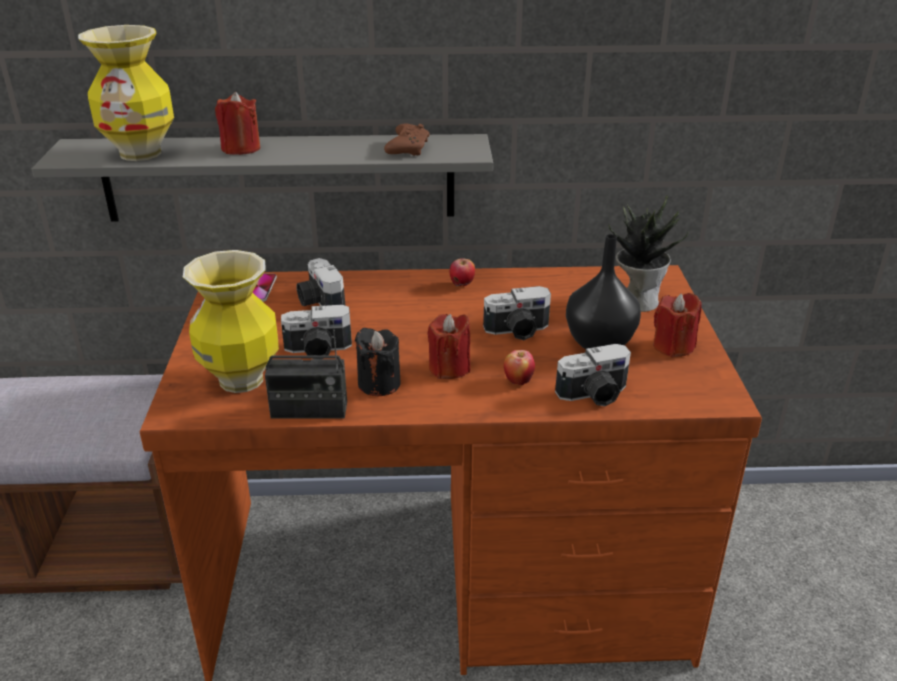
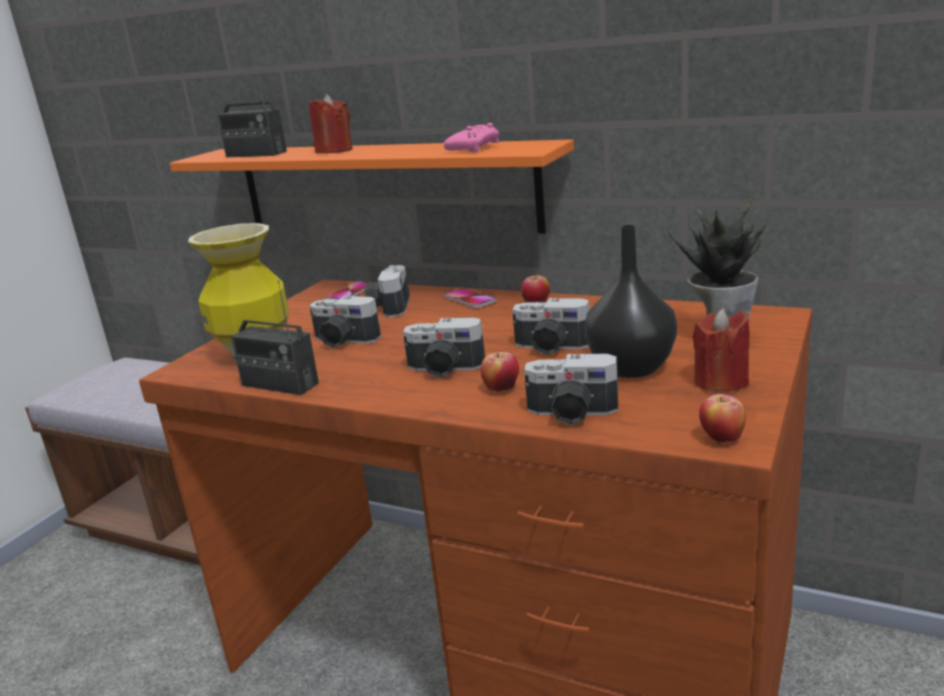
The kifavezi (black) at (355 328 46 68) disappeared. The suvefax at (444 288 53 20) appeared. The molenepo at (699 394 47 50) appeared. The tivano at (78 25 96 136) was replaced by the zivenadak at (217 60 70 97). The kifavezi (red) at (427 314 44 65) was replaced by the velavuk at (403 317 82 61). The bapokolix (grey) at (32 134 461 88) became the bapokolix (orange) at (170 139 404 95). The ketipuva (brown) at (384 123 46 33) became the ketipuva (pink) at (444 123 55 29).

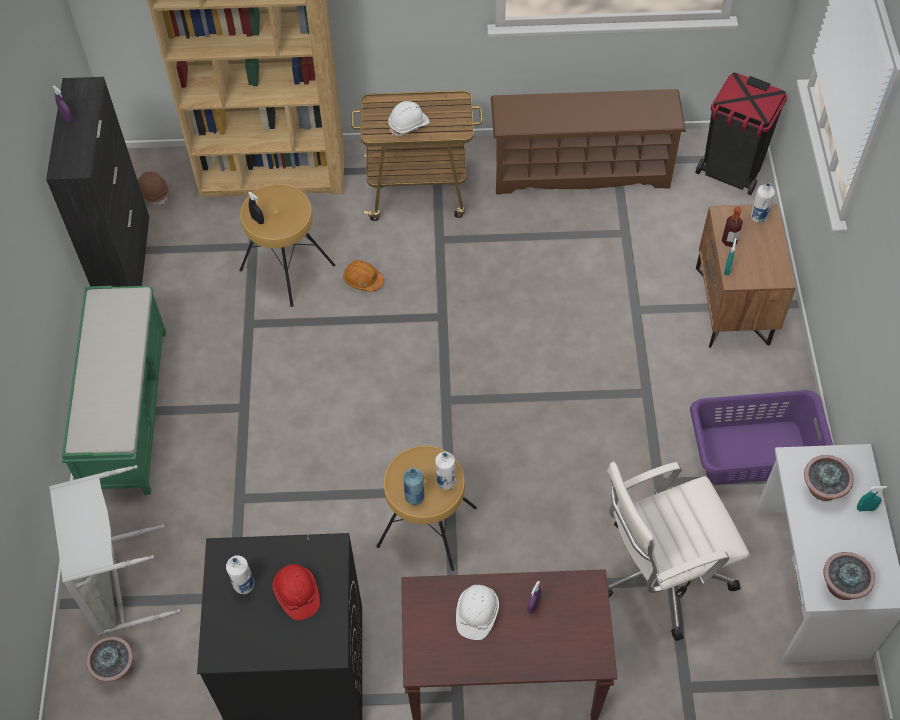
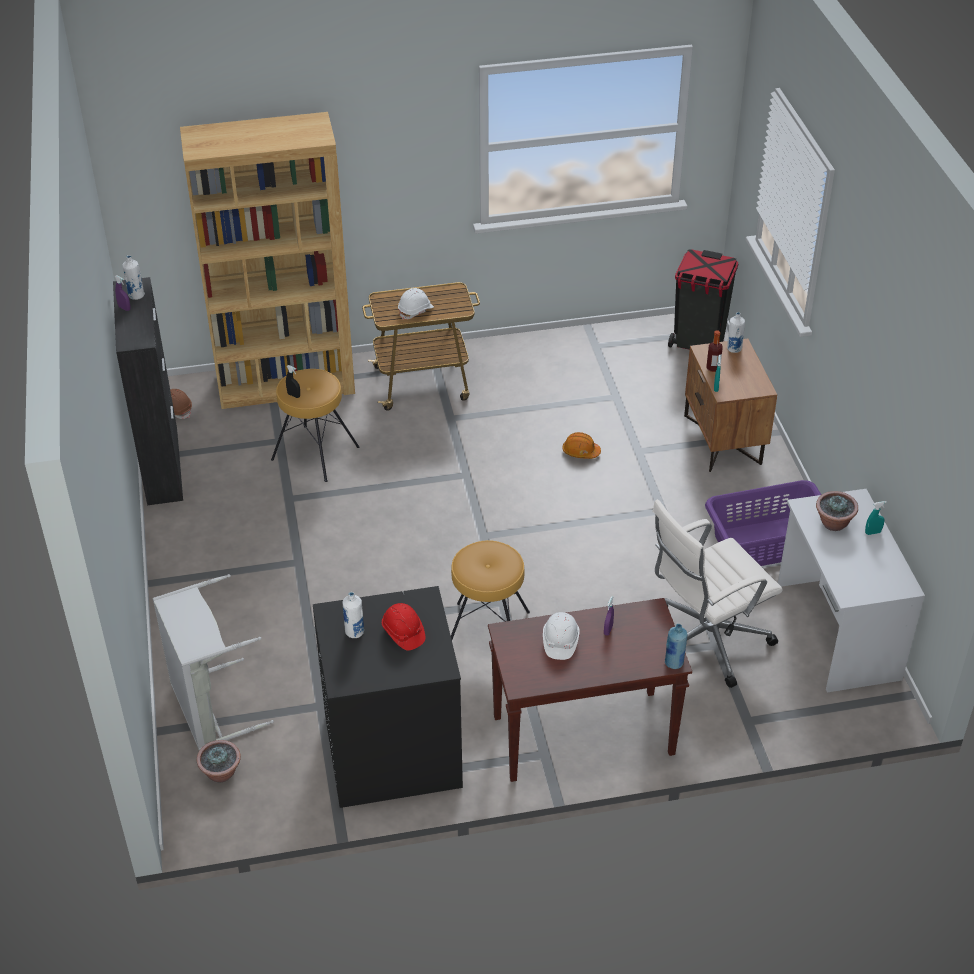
The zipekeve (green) at (62 286 104 209) disappeared. The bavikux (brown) at (491 89 195 106) disappeared. The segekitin at (824 552 51 48) disappeared. The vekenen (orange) moved from (343 260 41 32) to (562 432 39 27). The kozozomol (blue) moved from (403 468 21 37) to (665 624 22 45). The kozozomol (white) moved from (435 452 21 38) to (122 255 23 45).

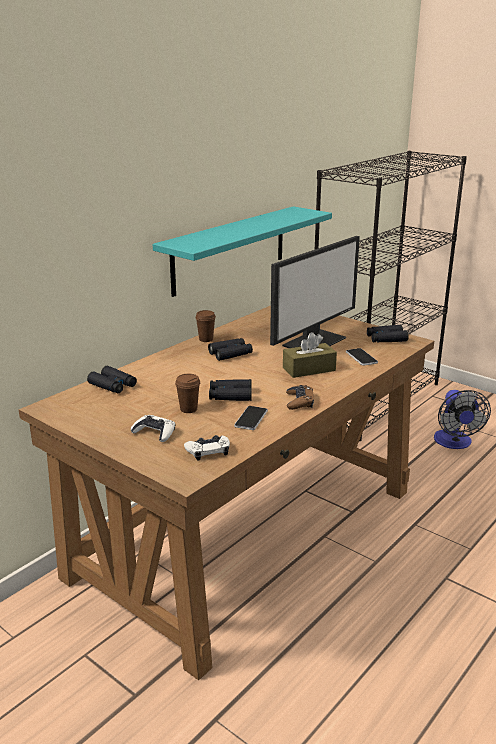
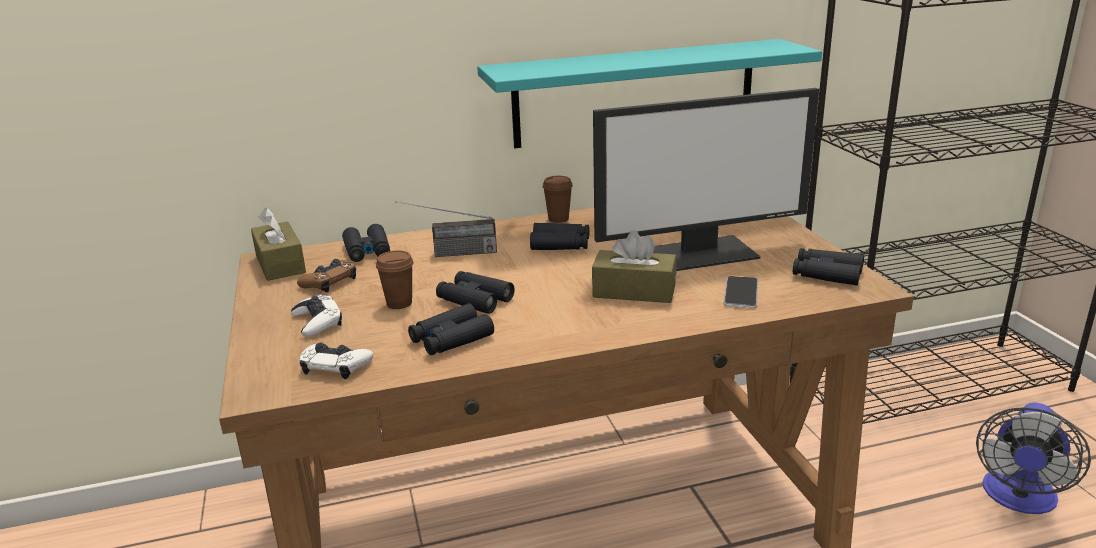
The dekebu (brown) at (251 208 55 73) appeared. The zivenadak at (395 201 102 56) appeared. The ketipuva (brown) moved from (286 385 28 25) to (297 259 59 33). The suvefax at (234 406 34 24) was replaced by the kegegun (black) at (408 303 86 52).

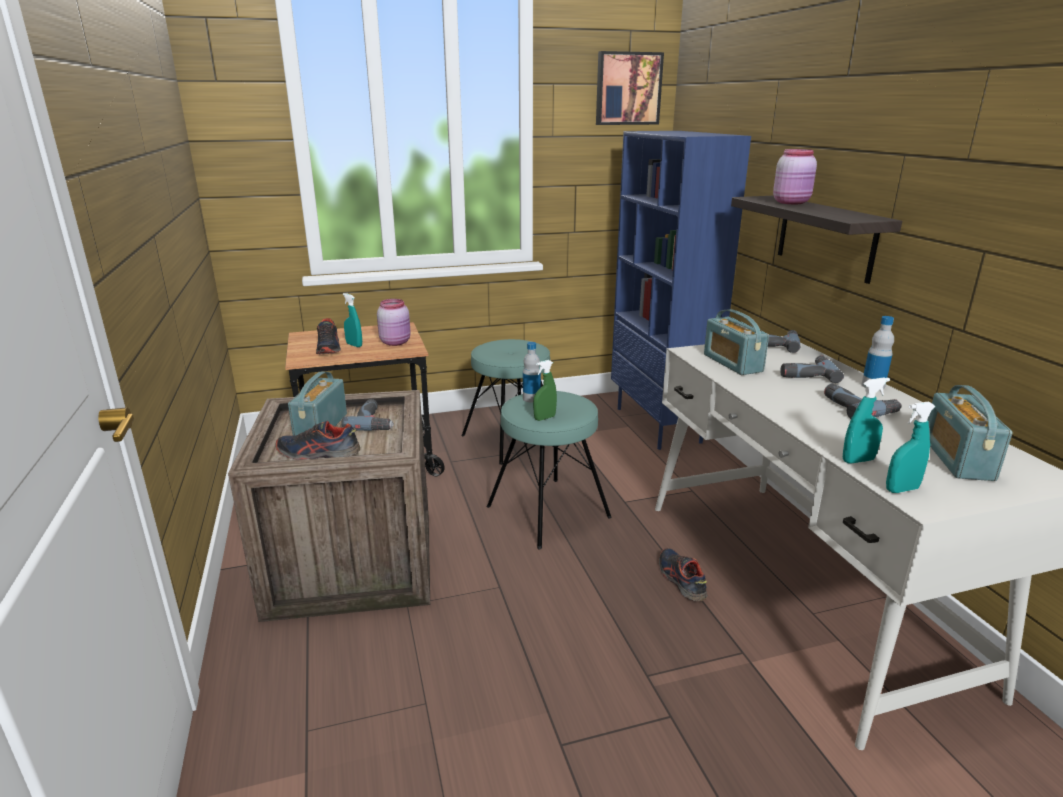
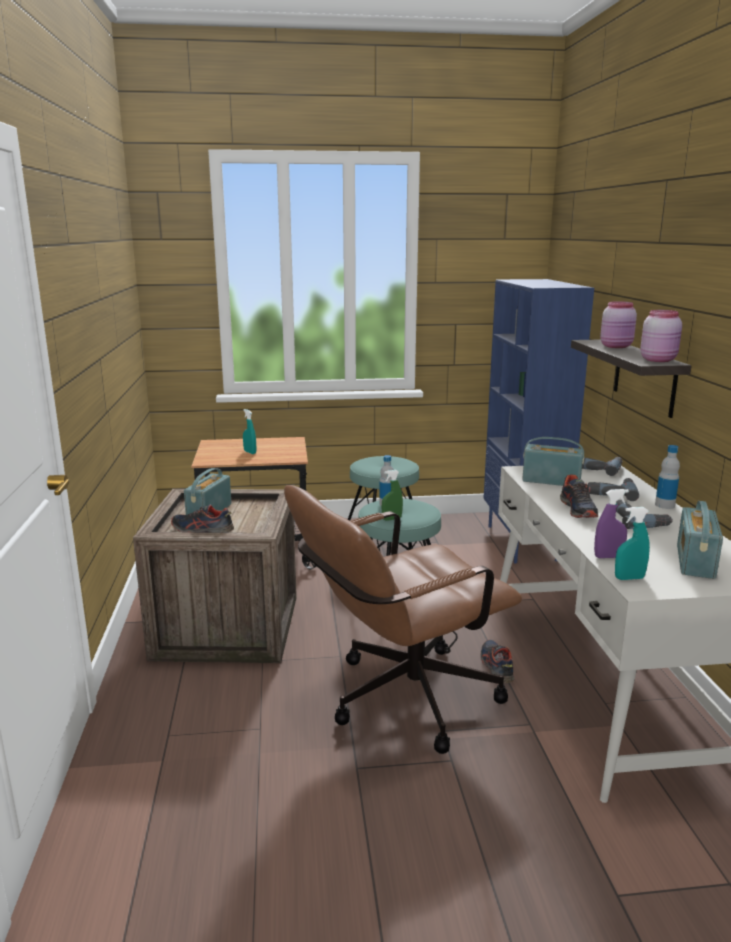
The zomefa at (341 399 53 32) disappeared. The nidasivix at (596 51 68 74) disappeared. The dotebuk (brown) at (284 485 238 269) appeared. The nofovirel moved from (316 318 25 36) to (560 475 38 43). The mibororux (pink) moved from (377 299 34 47) to (640 310 42 52). The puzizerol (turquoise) at (843 377 47 86) became the puzizerol (purple) at (594 489 35 69). The zivenadak at (704 309 65 66) turned 120 degrees clockwise.

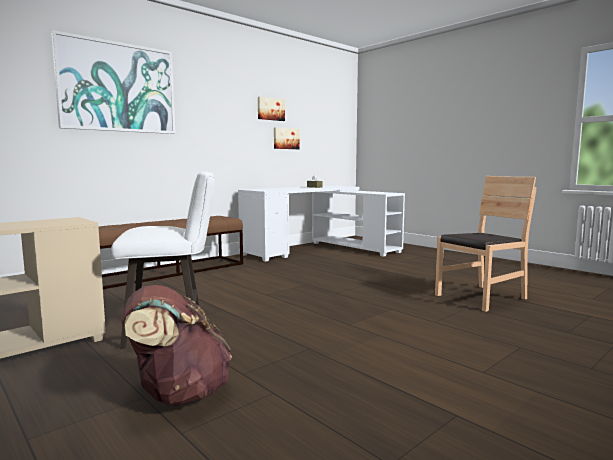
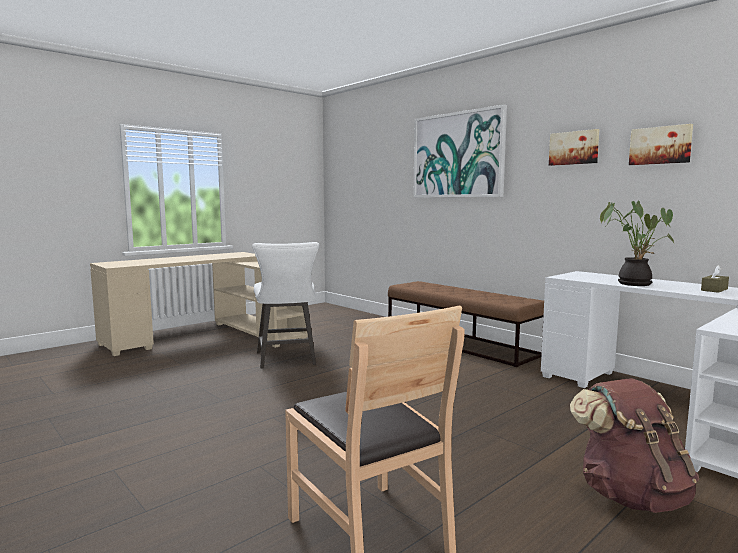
The segekitin at (600 201 74 85) appeared. The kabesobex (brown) moved from (121 285 111 121) to (570 378 129 135). The nidasivix moved from (274 127 25 22) to (549 129 51 37).

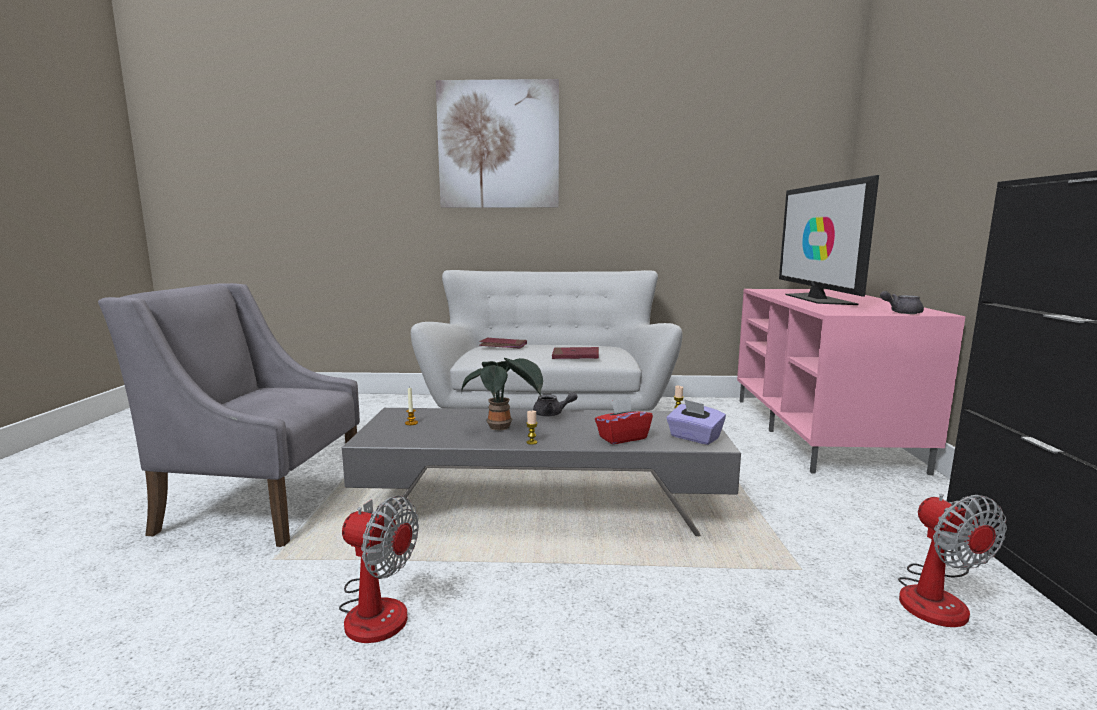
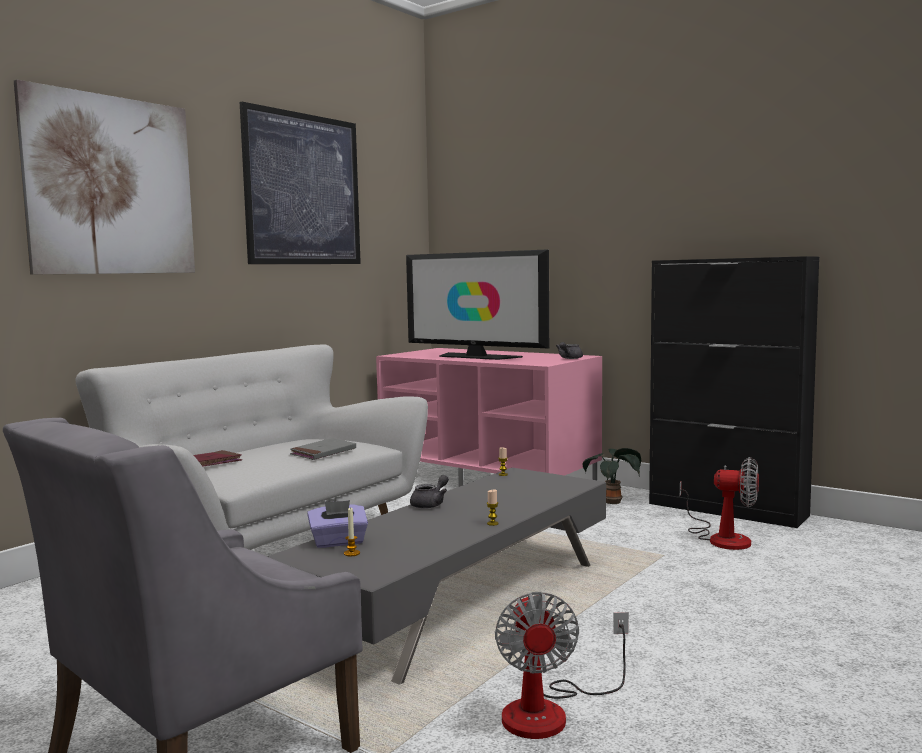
The dekebu (red) at (595 398 58 46) disappeared. The nidasivix at (240 102 121 162) appeared. The segekitin moved from (462 358 81 72) to (582 448 59 56). The dekebu (purple) moved from (667 399 59 46) to (307 500 61 48). The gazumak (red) at (552 347 47 12) became the gazumak (grey) at (290 438 66 22). The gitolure at (339 496 80 147) turned 120 degrees clockwise.

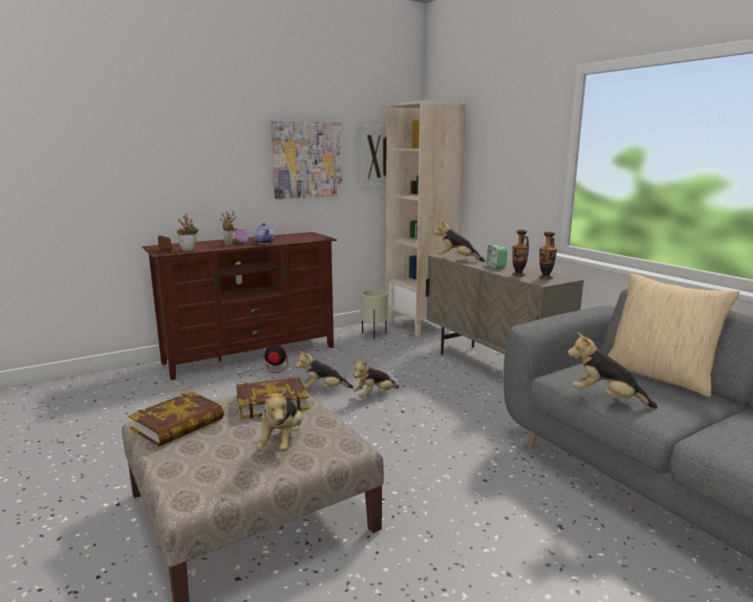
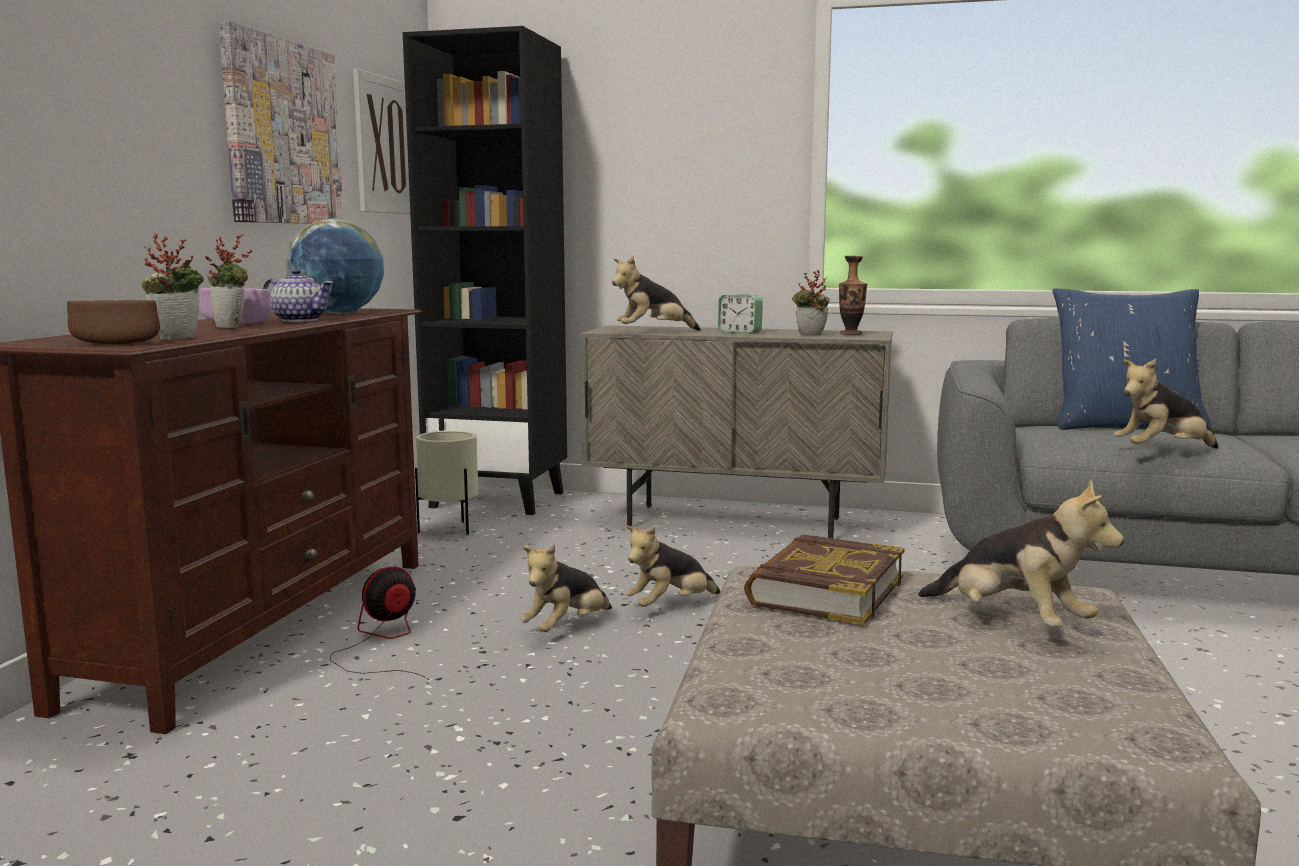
The gazumak at (128 391 96 55) disappeared. The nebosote at (286 218 98 96) appeared. The tivano at (512 230 17 47) was replaced by the segekitin at (792 270 38 66). The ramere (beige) at (386 101 80 236) became the ramere (black) at (403 26 164 489). The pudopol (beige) at (608 273 131 124) became the pudopol (blue) at (1053 288 158 142). The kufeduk at (353 360 46 38) turned 45 degrees clockwise.

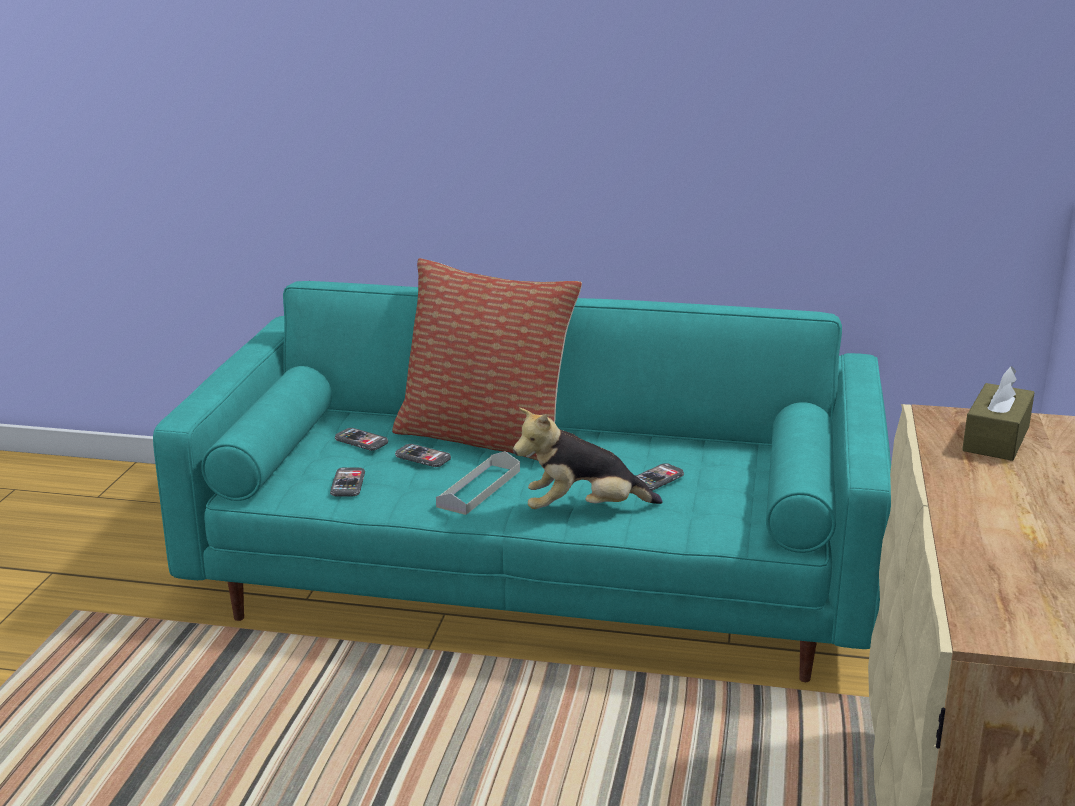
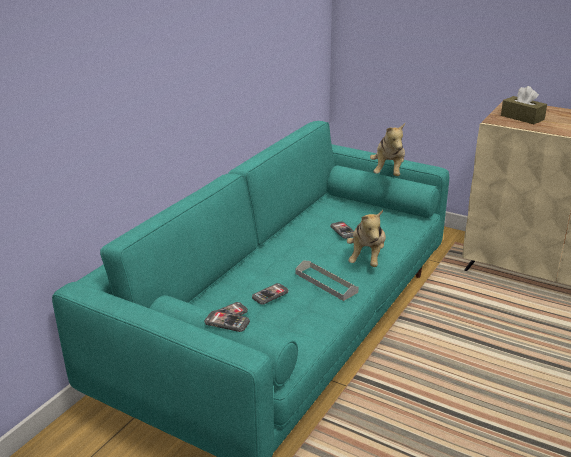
The pudopol at (392 258 190 202) disappeared. The kufeduk at (370 123 35 53) appeared. The suvefax moved from (330 467 35 29) to (204 311 46 21).

